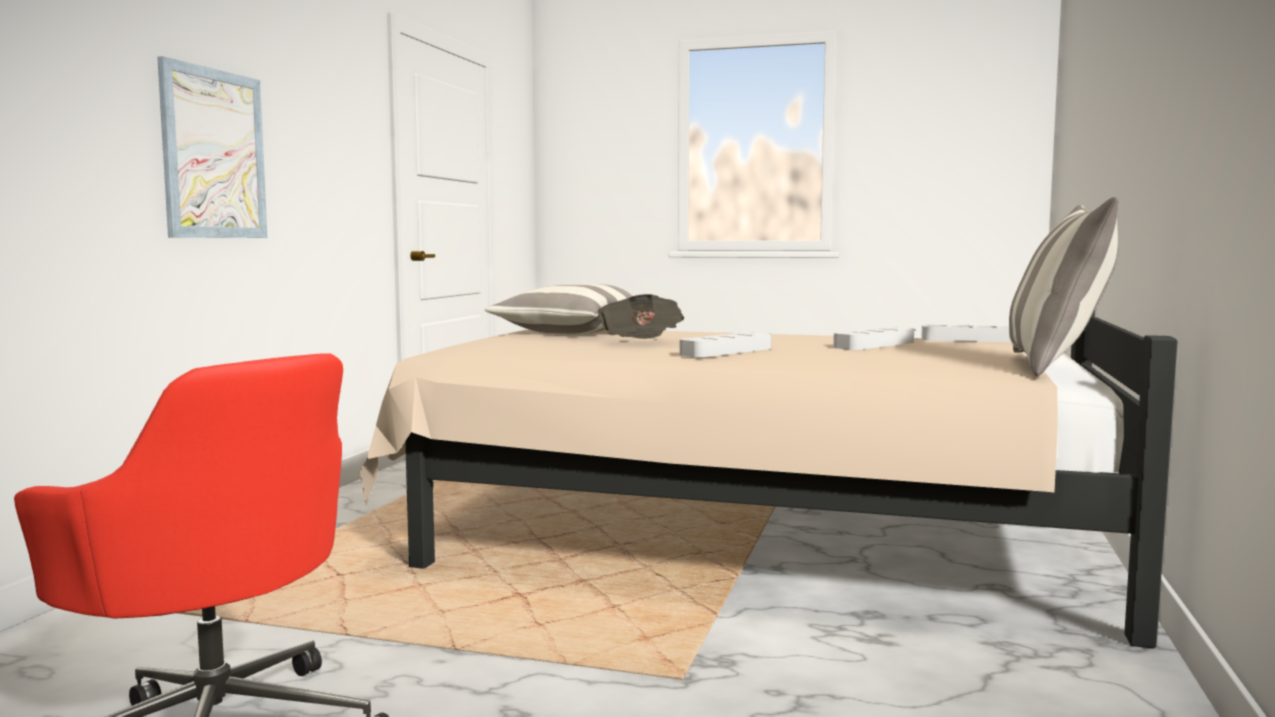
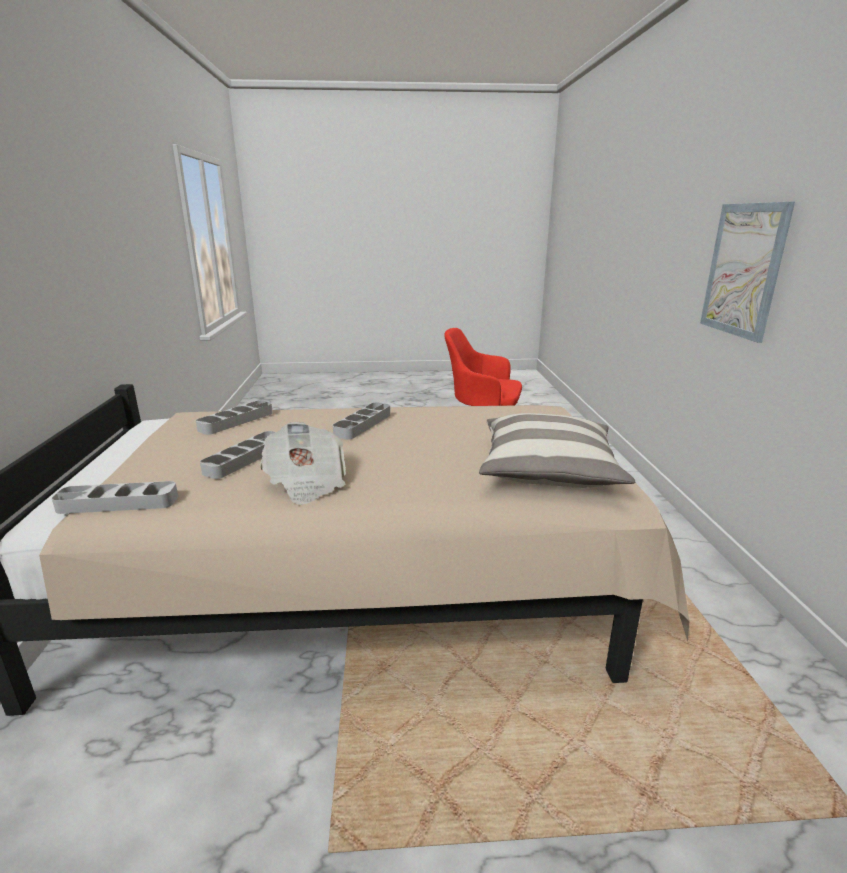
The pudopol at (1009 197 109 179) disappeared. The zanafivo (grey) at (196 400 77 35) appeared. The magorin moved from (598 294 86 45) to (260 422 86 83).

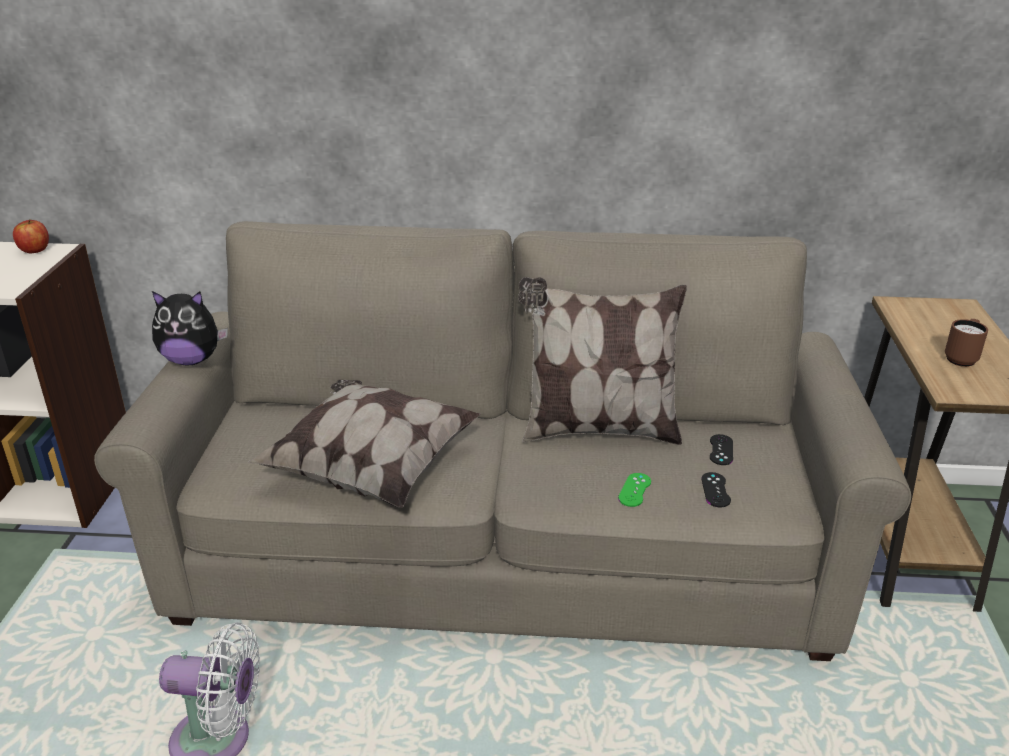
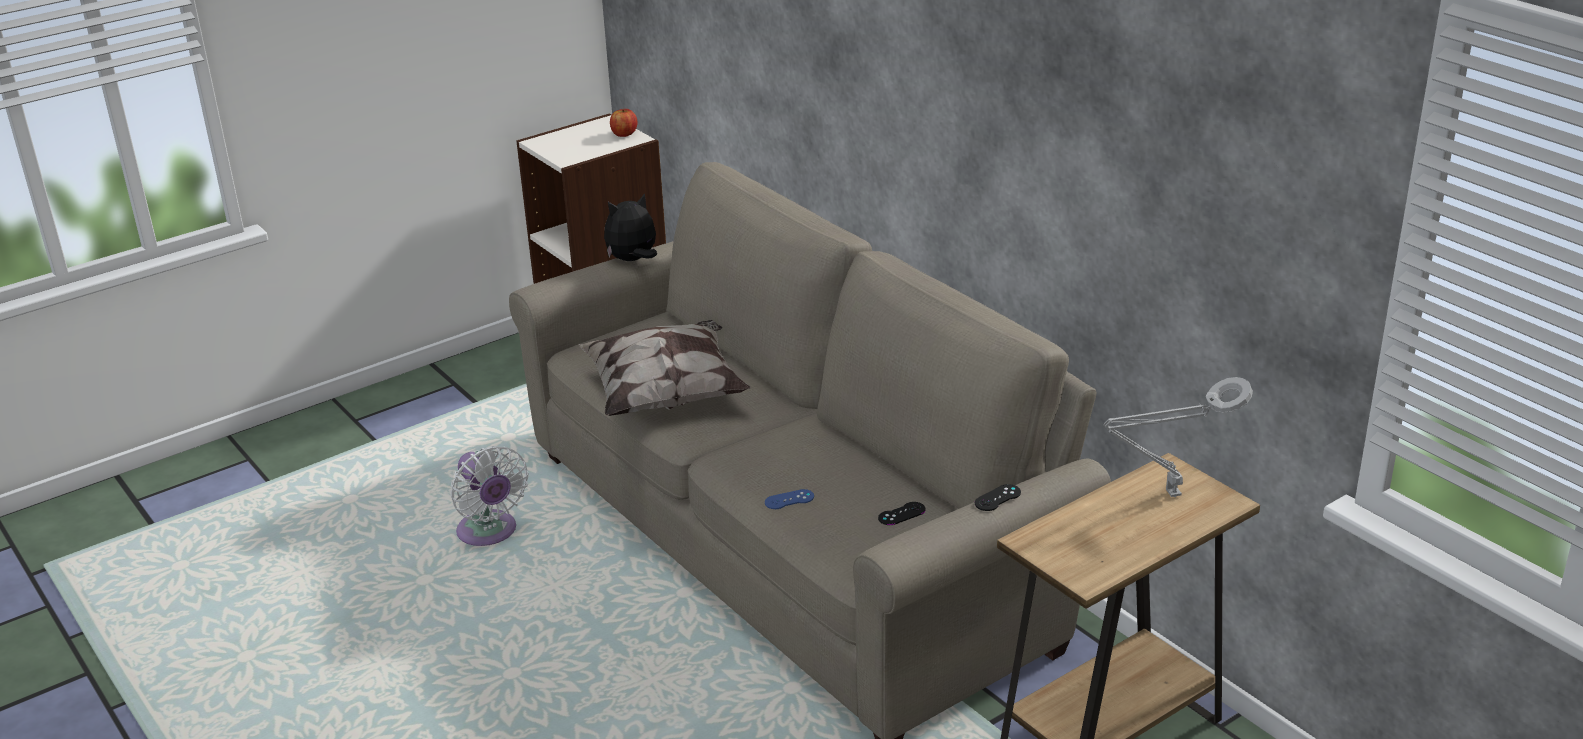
The pudopol at (518 277 169 168) disappeared. The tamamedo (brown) at (945 319 43 48) disappeared. The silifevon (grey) at (1104 377 149 120) appeared. The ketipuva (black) moved from (701 472 30 35) to (975 484 46 27). The ketipuva (green) at (618 473 33 34) became the ketipuva (blue) at (765 489 49 20). The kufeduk at (152 291 76 75) turned 105 degrees clockwise.

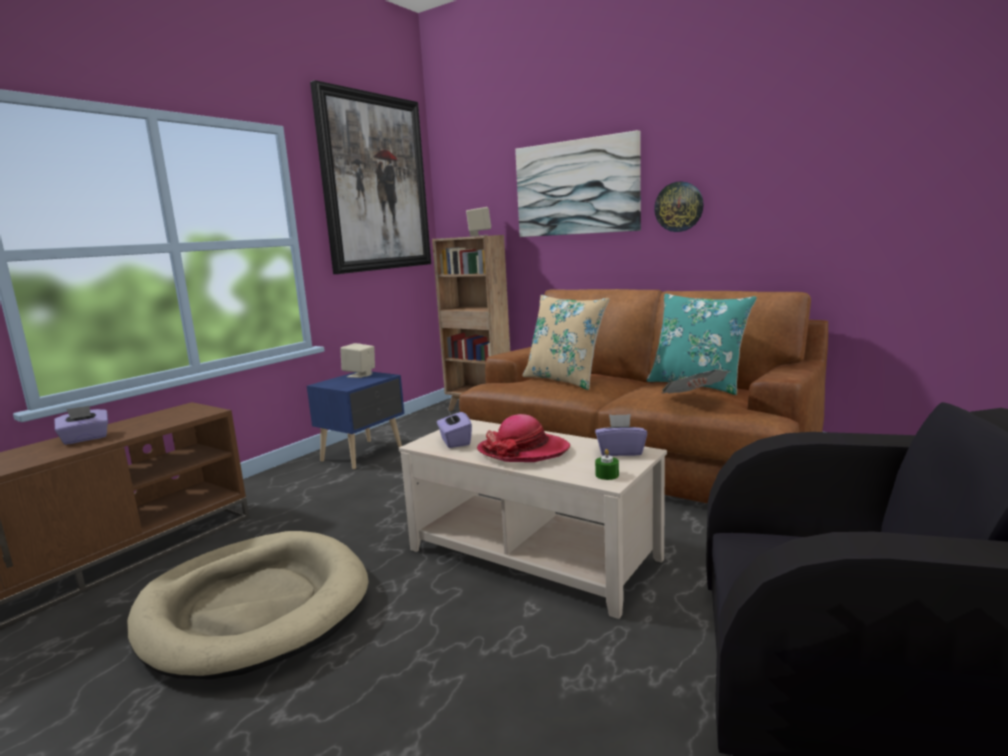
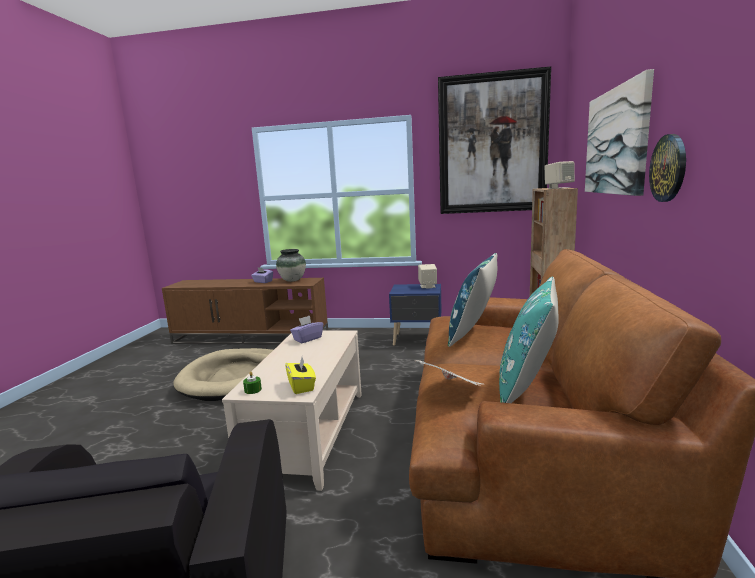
The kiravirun at (477 414 93 48) disappeared. The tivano at (276 249 30 33) appeared. The pudopol (beige) at (522 295 87 95) became the pudopol (blue) at (448 253 49 94). The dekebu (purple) at (595 414 52 42) became the dekebu (yellow) at (285 357 31 37).

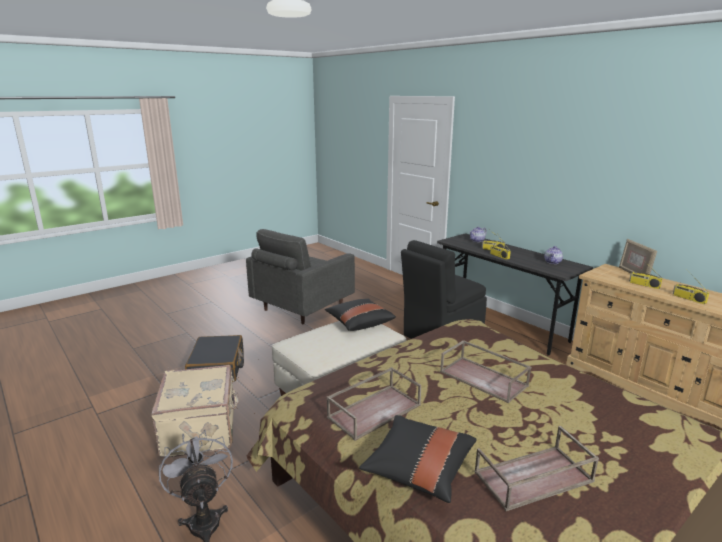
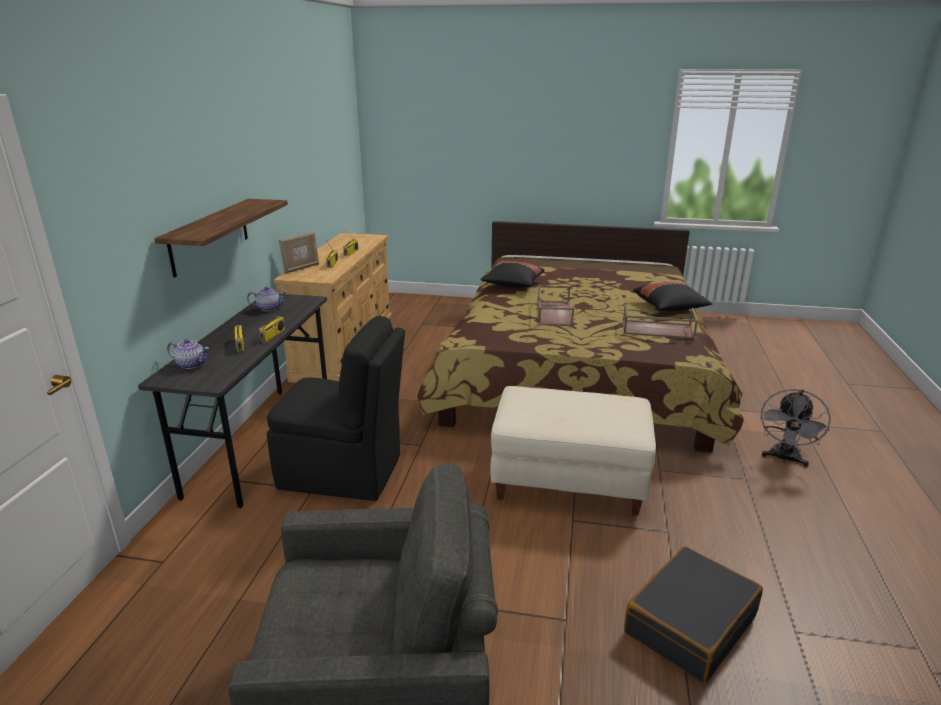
The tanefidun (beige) at (151 365 89 93) disappeared. The zanafivo (brown) at (474 426 125 85) disappeared. The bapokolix at (155 199 133 79) appeared. The pudopol (black) moved from (325 299 71 32) to (480 261 65 27).

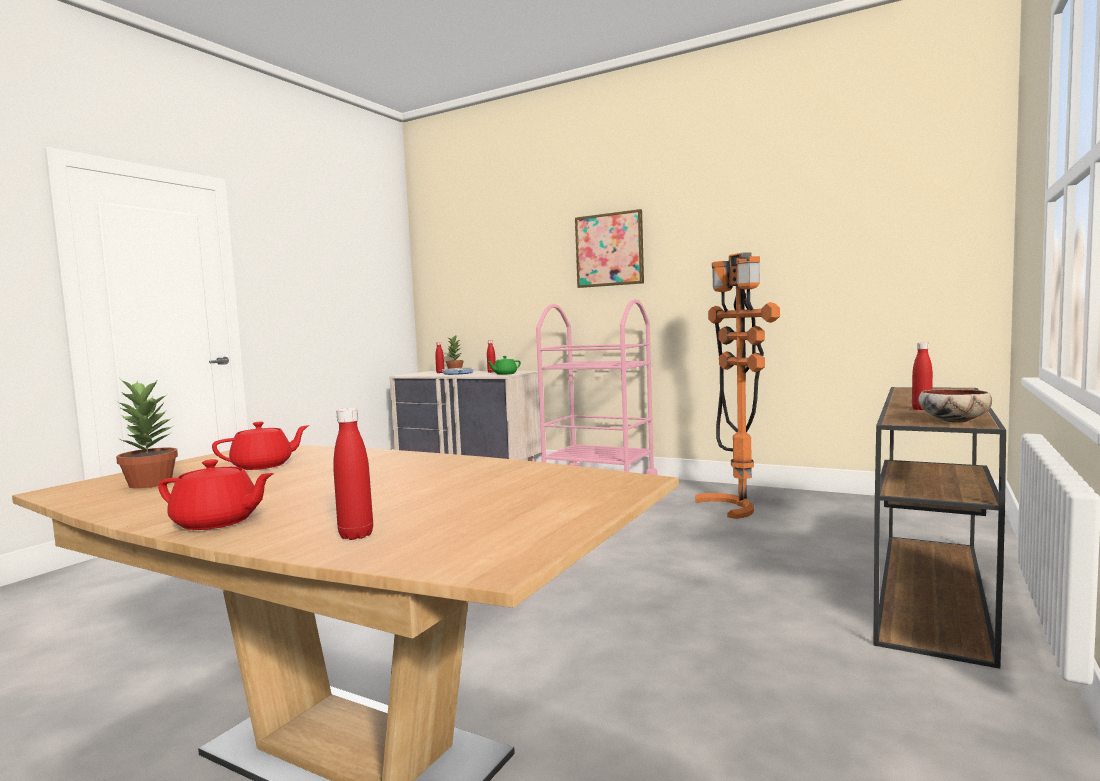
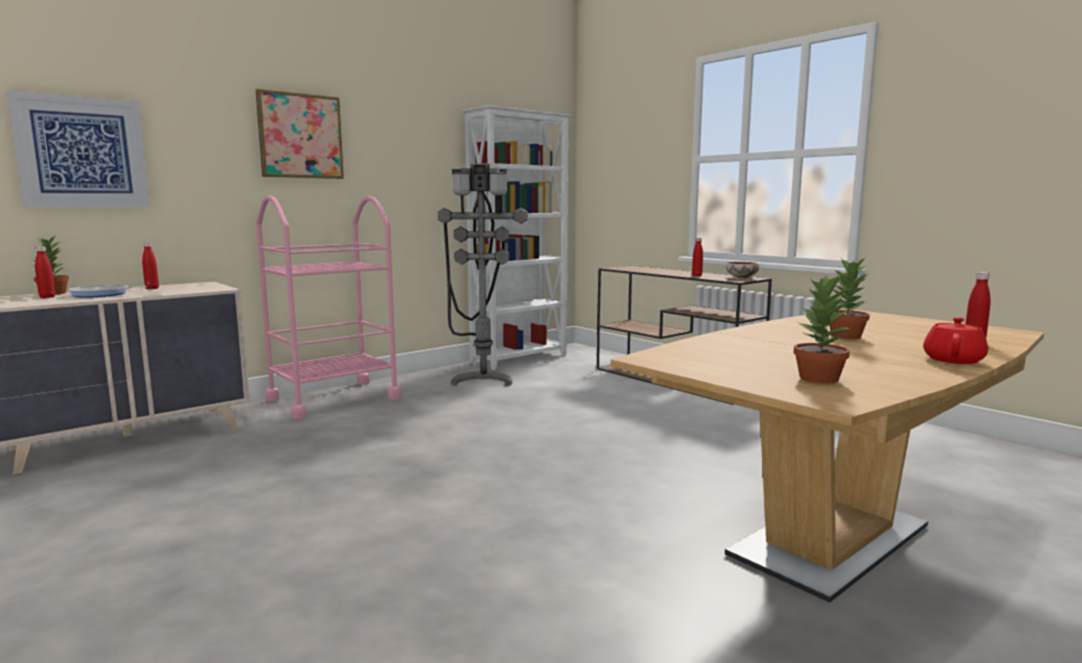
The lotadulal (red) at (212 422 98 48) disappeared. The lotadulal (green) at (487 356 34 19) disappeared. The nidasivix at (7 91 143 117) appeared. The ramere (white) at (462 106 111 264) appeared. The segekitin at (829 258 41 81) appeared. The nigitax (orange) at (695 253 85 266) became the nigitax (grey) at (438 164 90 222).

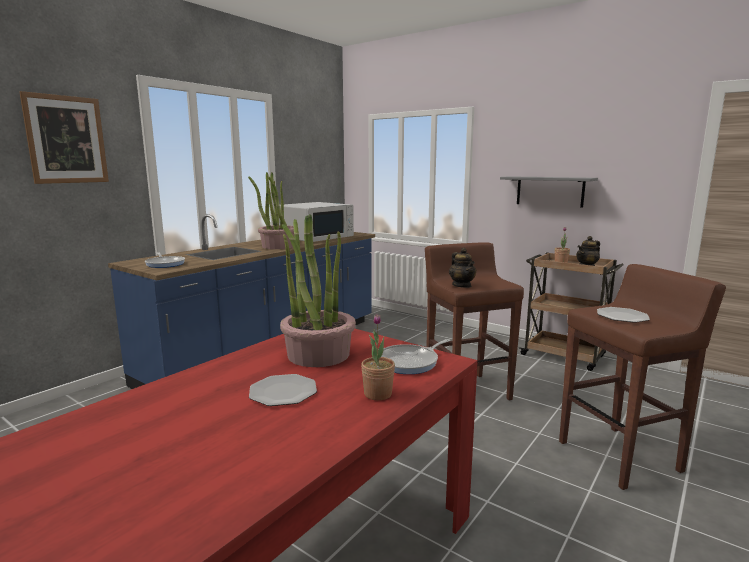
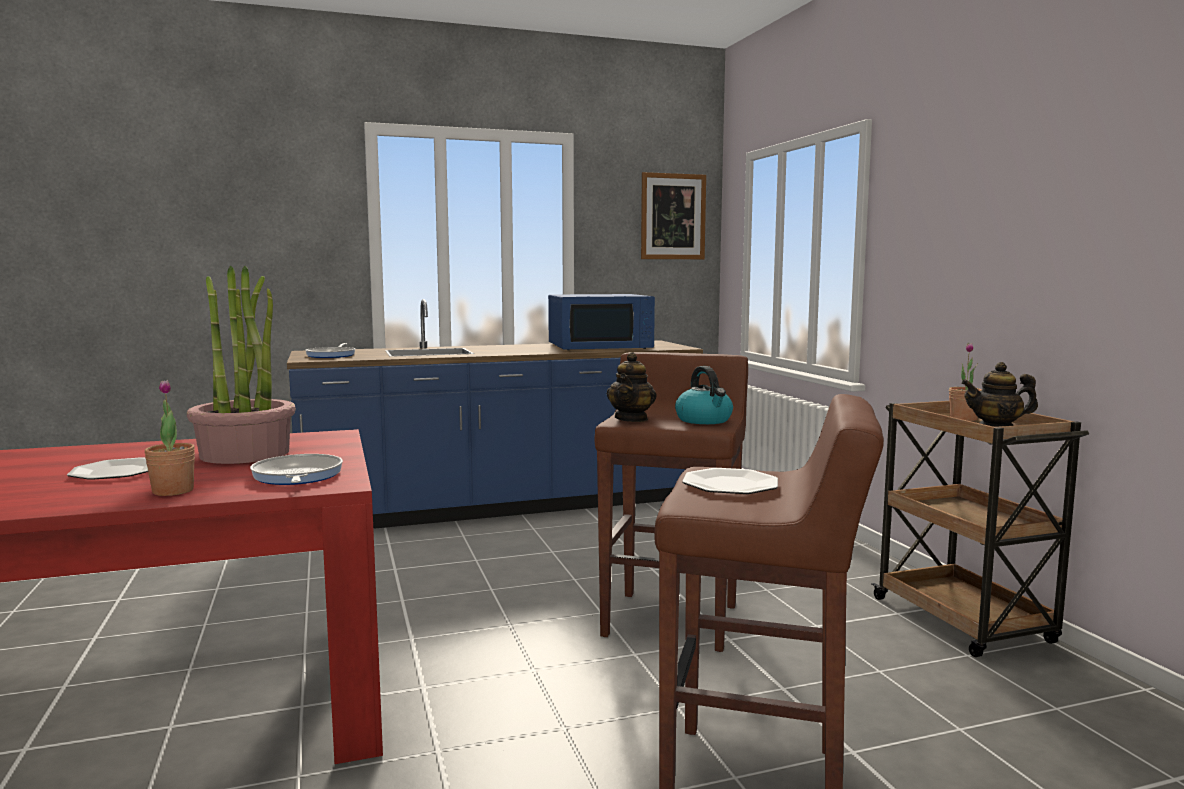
The segekitin at (248 172 46 77) disappeared. The bapokolix (grey) at (500 176 98 31) disappeared. The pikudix at (675 366 58 58) appeared. The nidasivix moved from (19 91 90 93) to (641 172 65 87). The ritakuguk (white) at (279 202 75 40) became the ritakuguk (blue) at (548 294 107 57). The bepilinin at (381 339 69 35) turned 75 degrees clockwise.

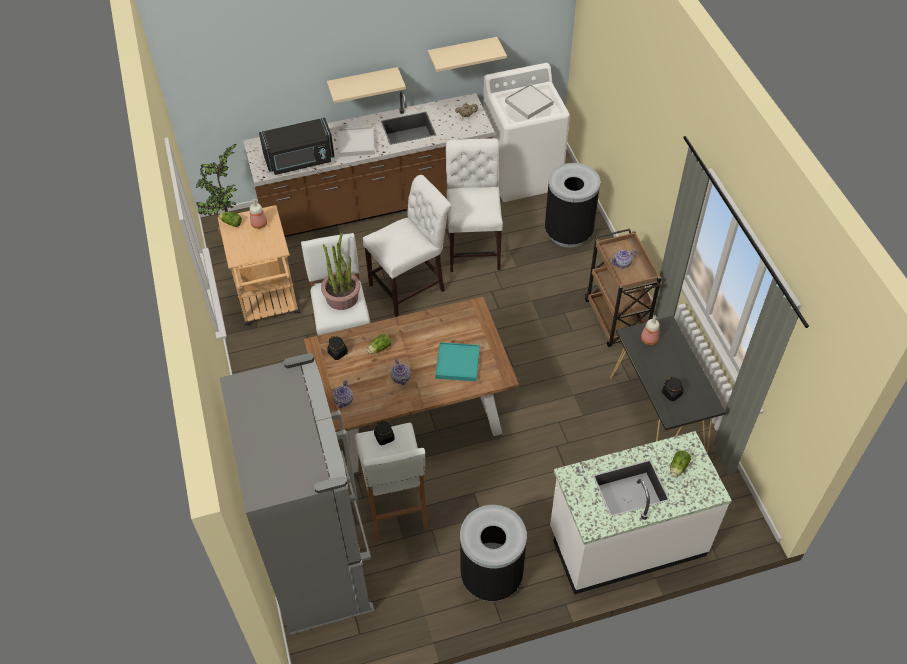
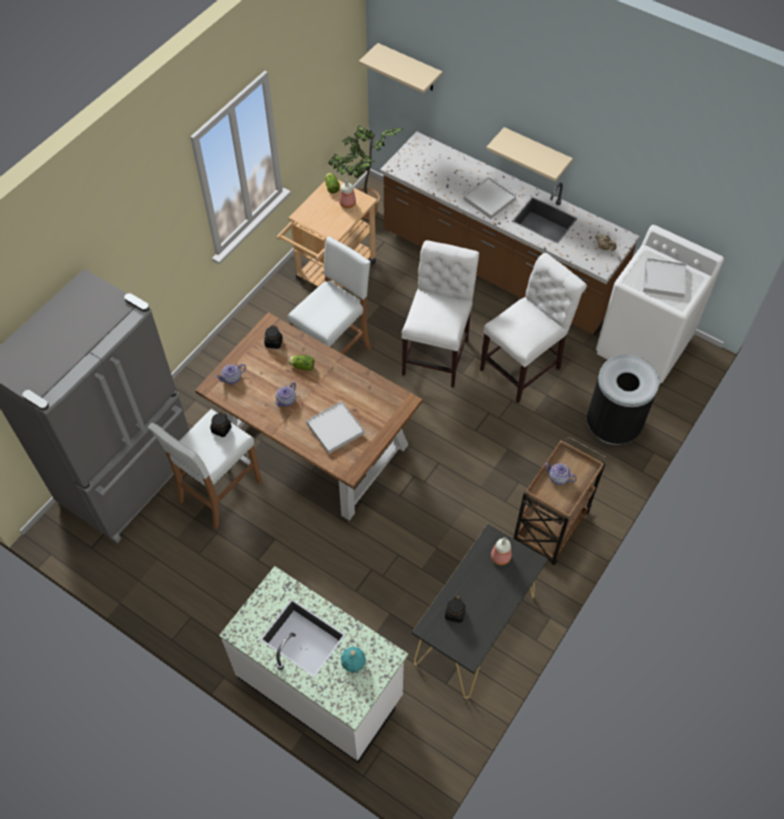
The ritakuguk (black) at (259 117 76 58) disappeared. The segekitin at (321 233 39 77) disappeared. The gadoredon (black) at (460 505 67 96) disappeared. The bapokolix (beige) moved from (428 37 79 35) to (359 43 84 50). The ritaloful at (670 450 21 27) was replaced by the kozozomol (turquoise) at (341 647 25 25). The zanafivo (turquoise) at (435 342 45 39) became the zanafivo (white) at (306 401 59 53). The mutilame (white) at (363 175 89 142) turned 90 degrees counterclockwise.

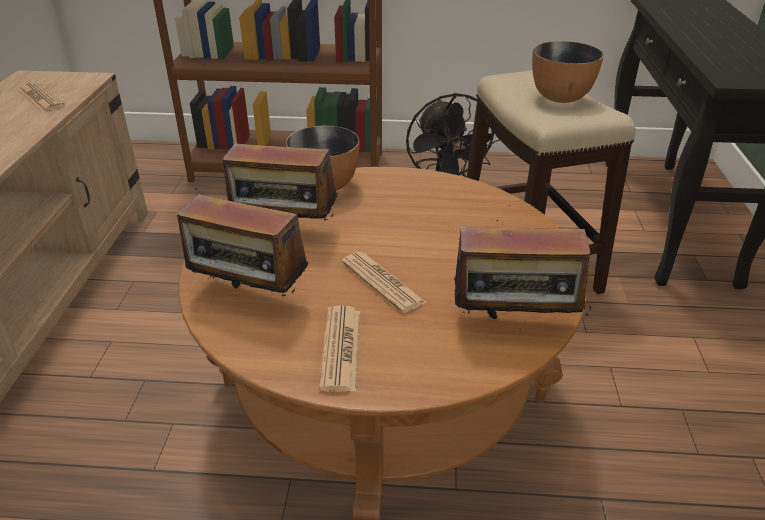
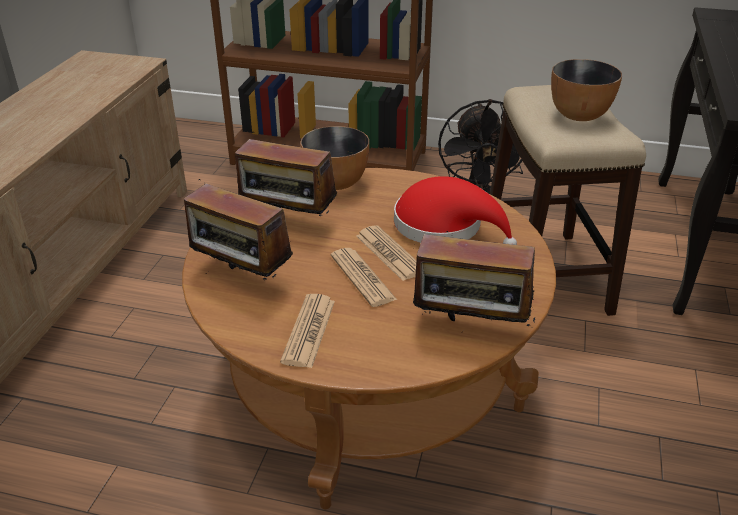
The kiravirun (red) at (394 176 123 69) appeared. The magorin moved from (18 82 47 30) to (357 225 59 56).

